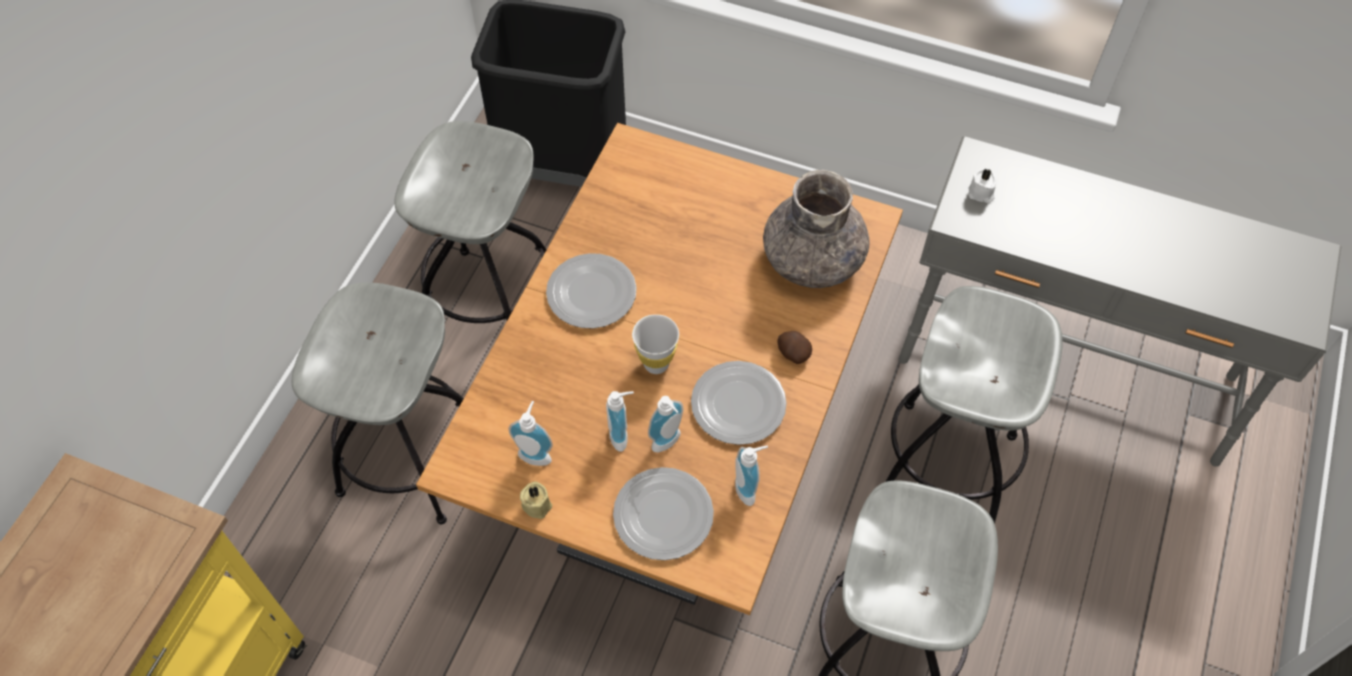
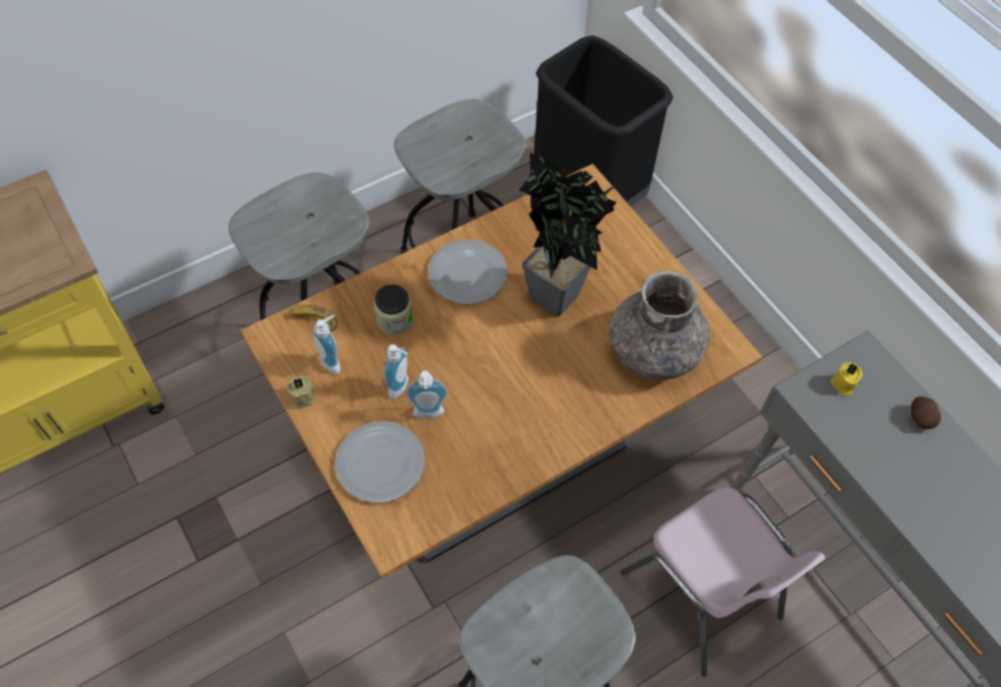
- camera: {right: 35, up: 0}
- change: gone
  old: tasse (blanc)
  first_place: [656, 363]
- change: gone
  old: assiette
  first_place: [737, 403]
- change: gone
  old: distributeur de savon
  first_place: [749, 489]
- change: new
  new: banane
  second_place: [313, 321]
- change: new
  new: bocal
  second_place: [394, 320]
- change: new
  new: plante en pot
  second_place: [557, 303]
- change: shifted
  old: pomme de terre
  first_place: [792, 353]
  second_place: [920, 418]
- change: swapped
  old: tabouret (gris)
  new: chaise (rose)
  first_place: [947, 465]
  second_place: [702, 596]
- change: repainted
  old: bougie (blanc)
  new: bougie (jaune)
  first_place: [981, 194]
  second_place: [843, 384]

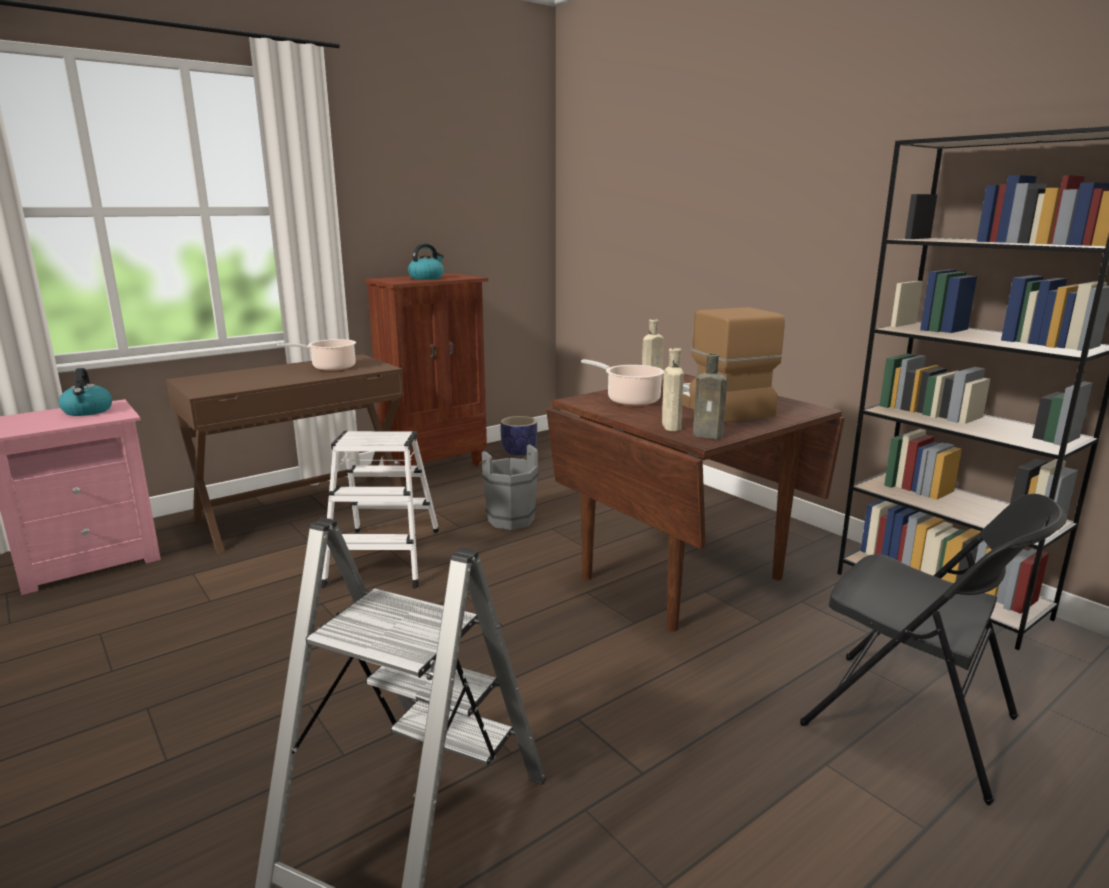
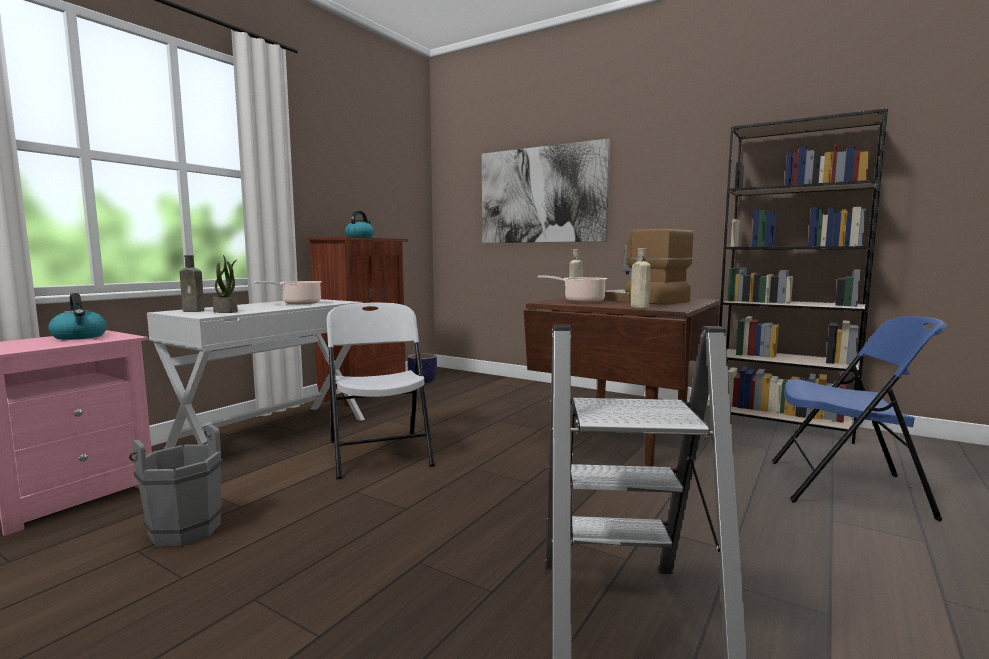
- camera: {right: -20, up: -10}
- change: new
  new: plante en pot
  second_place: [226, 311]
- change: new
  new: tableau
  second_place: [542, 195]
- change: shifted
  old: seau (gris)
  first_place: [509, 518]
  second_place: [183, 528]
- change: shifted
  old: bouteille (marron)
  first_place: [710, 435]
  second_place: [195, 311]
- change: swapped
  old: escabeau (blanc)
  new: chaise (blanc)
  first_place: [384, 556]
  second_place: [380, 453]
- change: repainted
  old: table console (marron)
  new: table console (blanc)
  first_place: [303, 511]
  second_place: [272, 434]
- change: repainted
  old: chaise (noir)
  new: chaise (bleu)
  first_place: [909, 721]
  second_place: [846, 488]

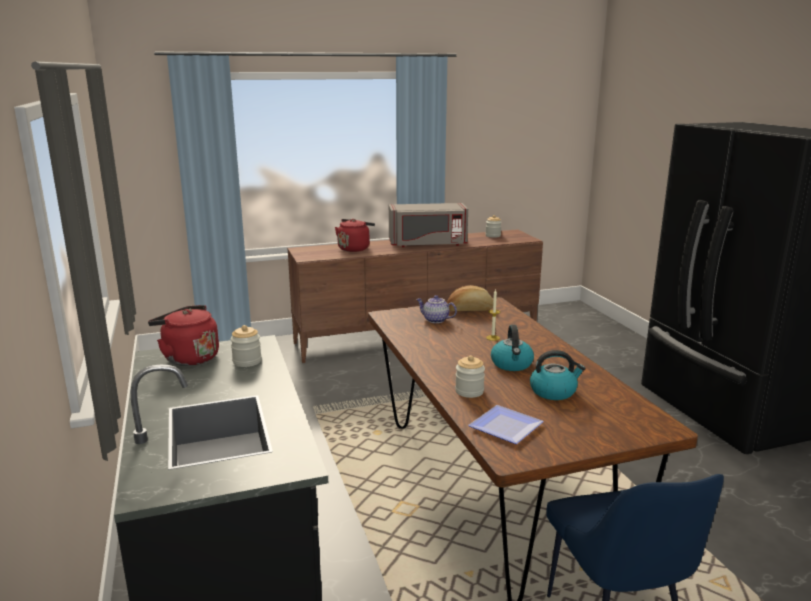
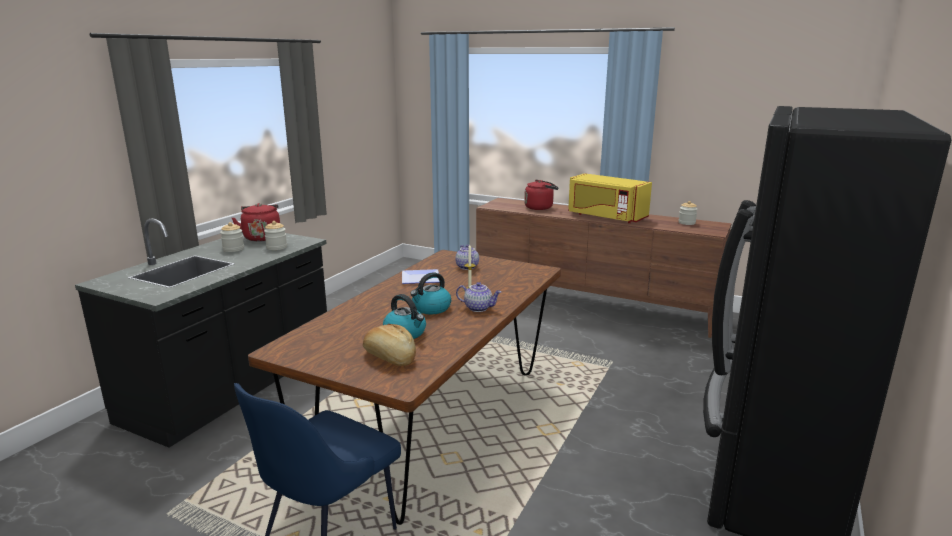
- camera: {right: 45, up: 0}
- change: new
  new: théière
  second_place: [478, 308]
- change: shifted
  old: pain
  first_place: [469, 310]
  second_place: [390, 357]
- change: shifted
  old: bocal
  first_place: [469, 391]
  second_place: [233, 249]
- change: shifted
  old: assiette
  first_place: [505, 425]
  second_place: [422, 278]
- change: repainted
  old: micro-ondes (gris)
  new: micro-ondes (jaune)
  first_place: [427, 244]
  second_place: [605, 216]

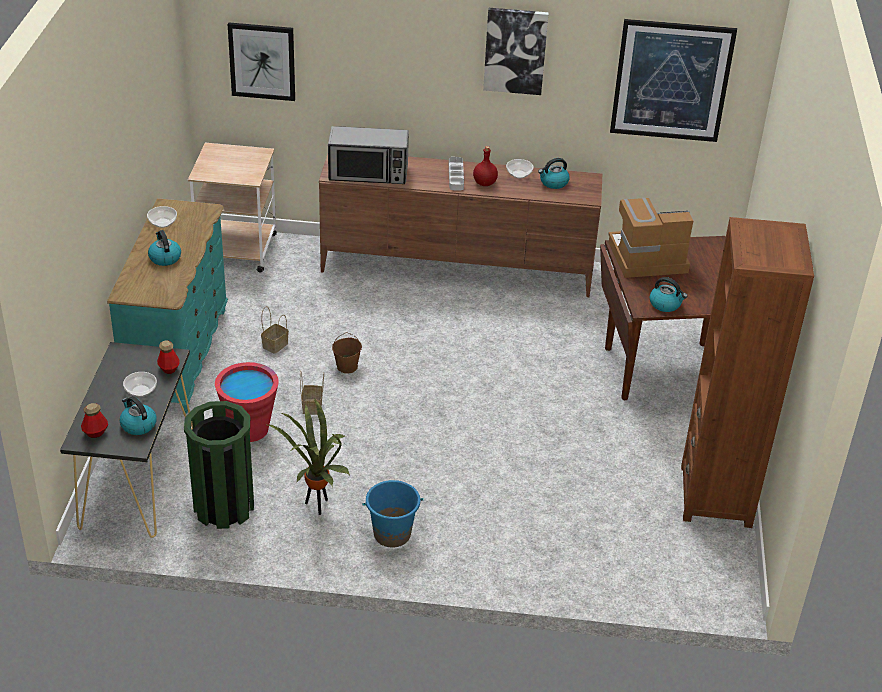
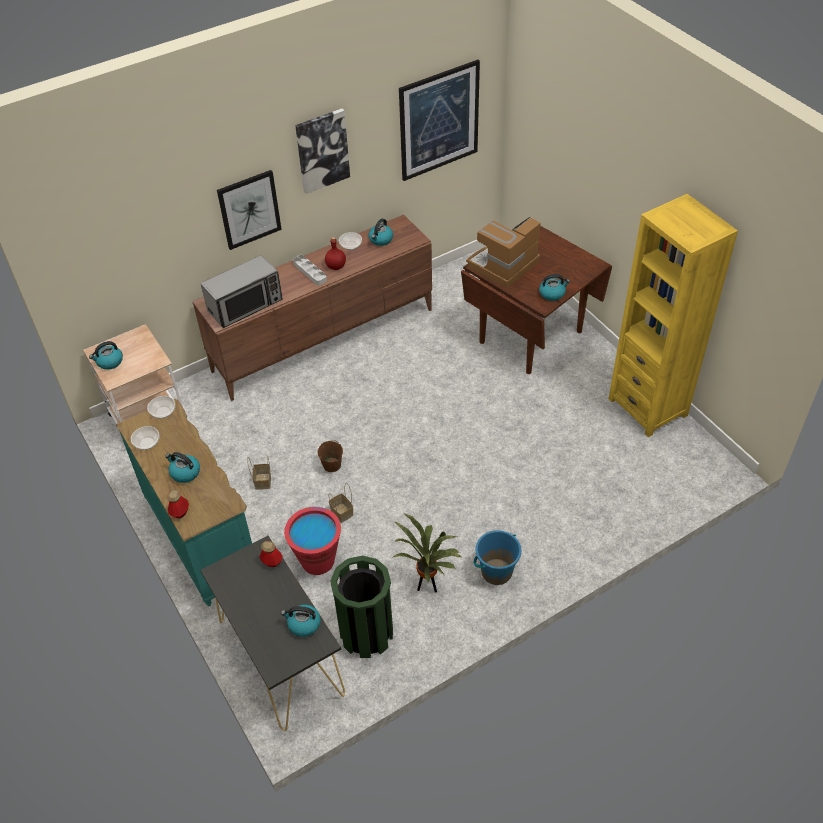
- camera: {right: -35, up: 10}
- change: new
  new: bouilloire
  second_place: [109, 362]
- change: shifted
  old: bouteille
  first_place: [95, 433]
  second_place: [180, 512]
- change: shifted
  old: bol
  first_place: [140, 391]
  second_place: [163, 412]
- change: shifted
  old: tableau
  first_place: [262, 61]
  second_place: [249, 209]
- change: repainted
  old: bibliothèque (marron)
  new: bibliothèque (jaune)
  first_place: [716, 496]
  second_place: [648, 407]

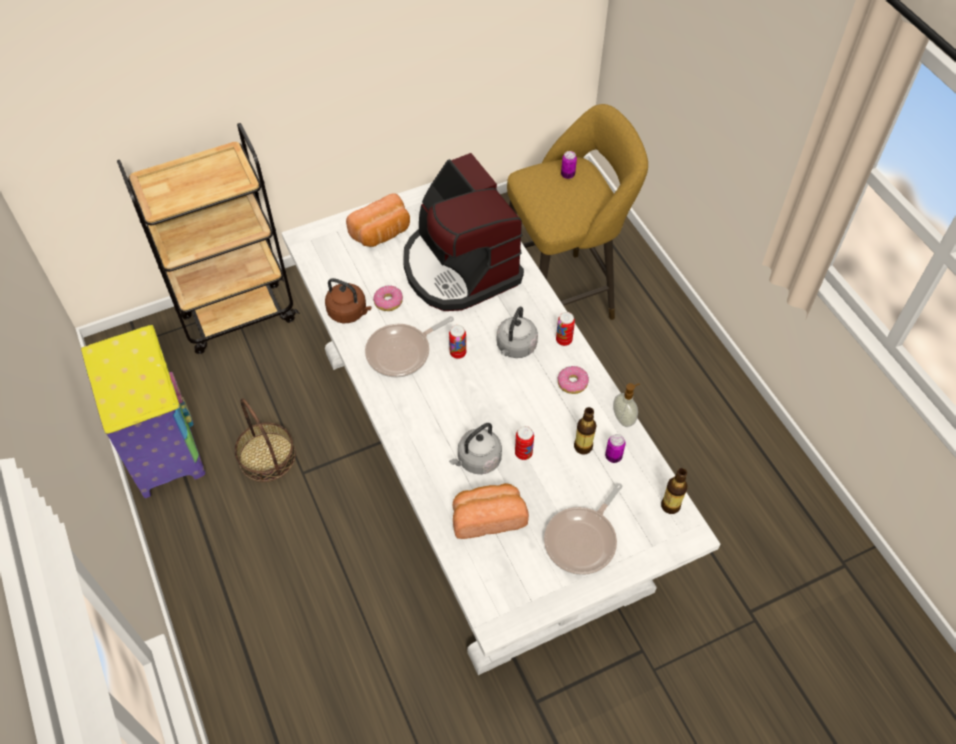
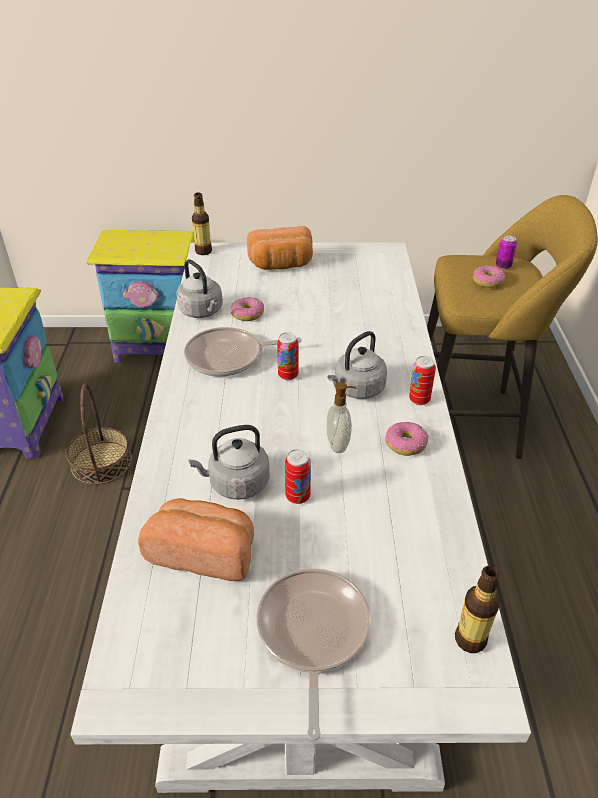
- camera: {right: 25, up: -15}
- change: gone
  old: machine à café
  first_place: [459, 268]
- change: gone
  old: boîte métallique
  first_place: [613, 456]
- change: new
  new: beignet
  second_place: [487, 281]
- change: shifted
  old: bouteille
  first_place: [583, 446]
  second_place: [203, 251]
- change: shifted
  old: distributeur de savon
  first_place: [624, 418]
  second_place: [339, 444]
- change: swapped
  old: chariot (marron)
  new: table de chevet
  first_place: [239, 316]
  second_place: [160, 349]
- change: repainted
  old: bouilloire (marron)
  new: bouilloire (gris)
  first_place: [349, 312]
  second_place: [202, 312]
- change: rotated
  old: poêle
  first_place: [583, 540]
  second_place: [312, 633]
  degrees: 120

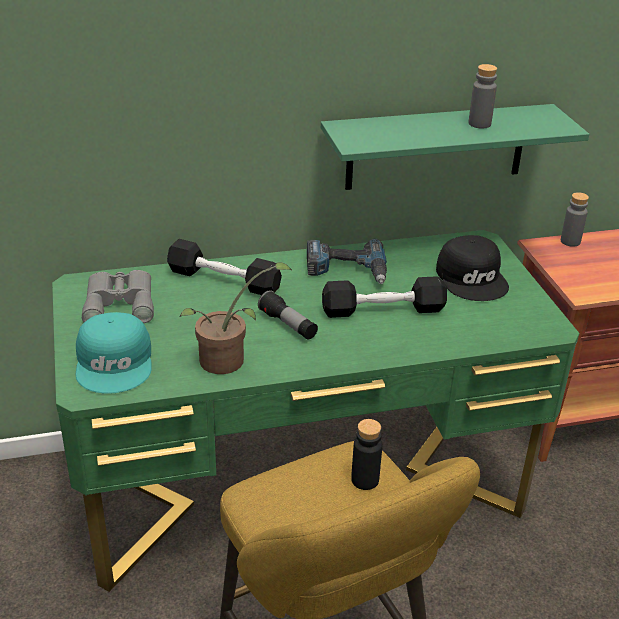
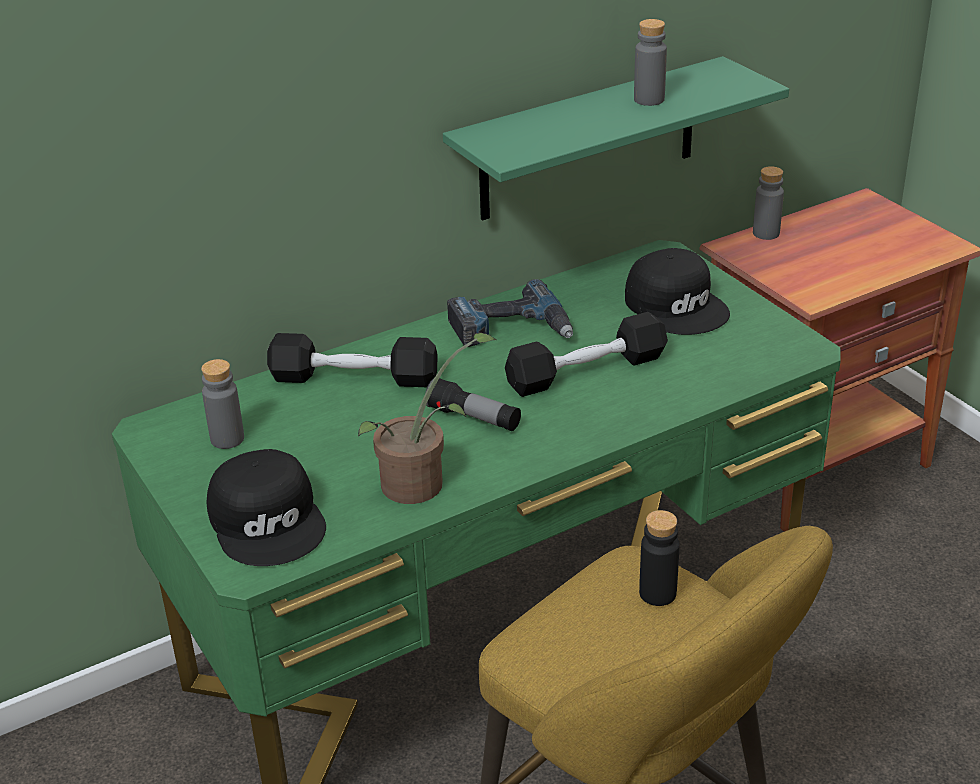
- camera: {right: -15, up: 0}
- change: swapped
  old: jumelles (gris)
  new: bouteille (gris)
  first_place: [120, 302]
  second_place: [227, 439]
- change: repainted
  old: casquette (turquoise)
  new: casquette (noir)
  first_place: [115, 362]
  second_place: [269, 520]

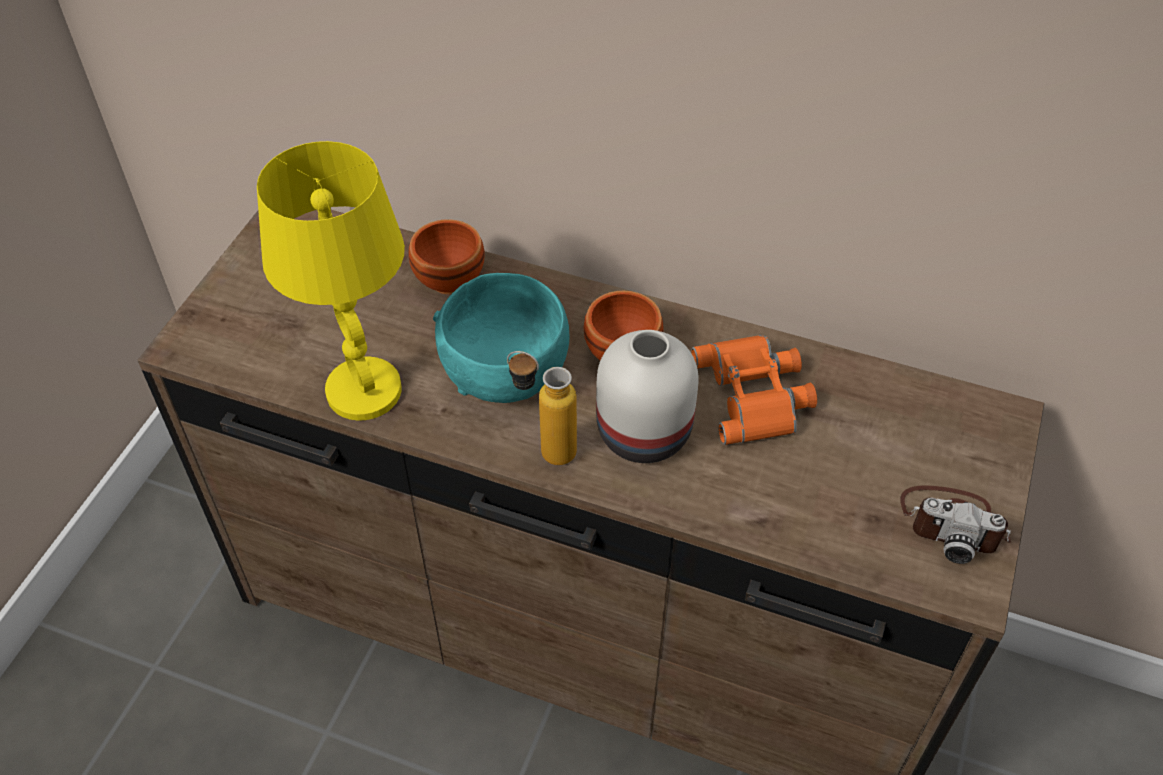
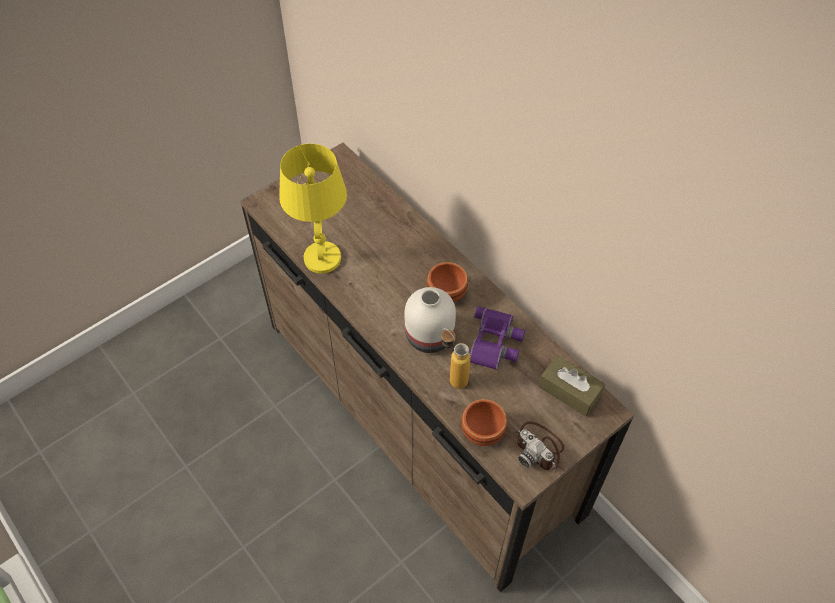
- camera: {right: 30, up: 5}
- change: gone
  old: bol (turquoise)
  first_place: [505, 370]
- change: new
  new: boîte à mouchoirs (marron)
  second_place: [569, 391]
- change: shifted
  old: bol (marron)
  first_place: [451, 282]
  second_place: [483, 433]
- change: shifted
  old: bouteille
  first_place: [544, 449]
  second_place: [453, 376]
- change: repainted
  old: jumelles (orange)
  new: jumelles (violet)
  first_place: [756, 394]
  second_place: [494, 343]

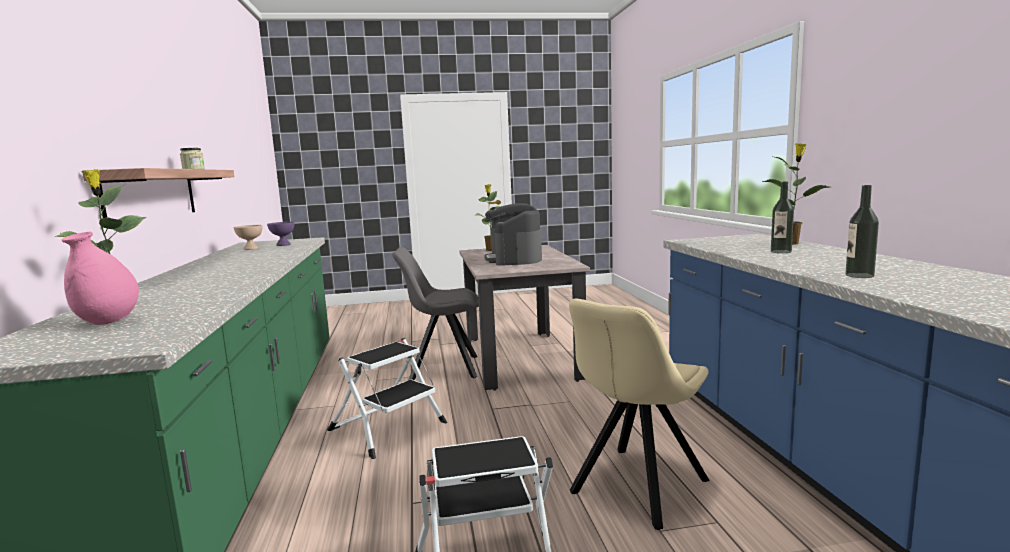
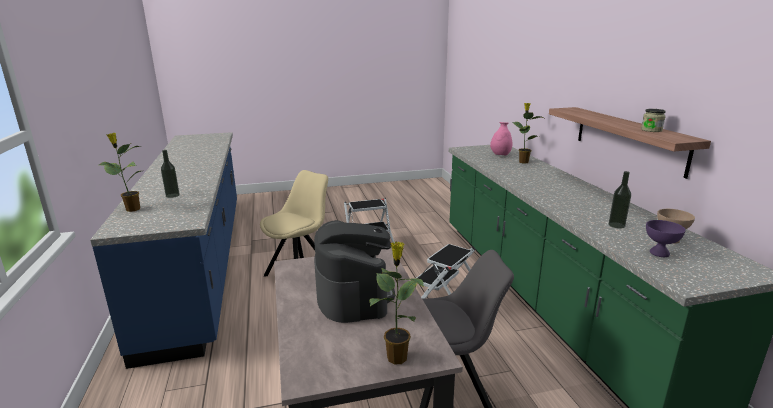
- camera: {right: 175, up: 10}
- change: shifted
  old: bouteille
  first_place: [859, 275]
  second_place: [616, 225]

